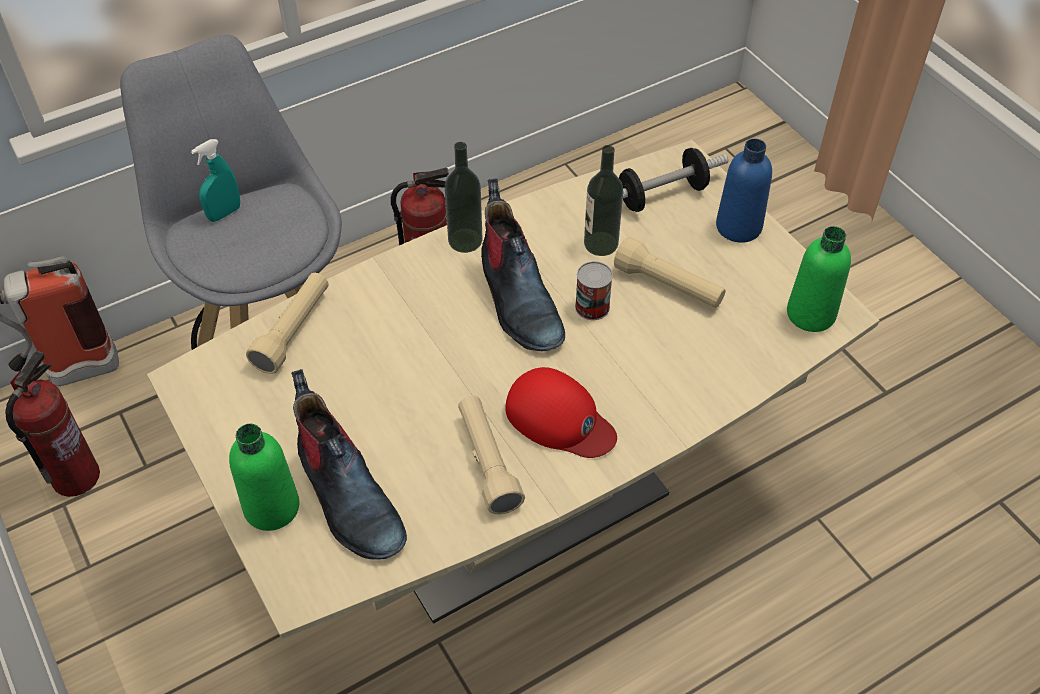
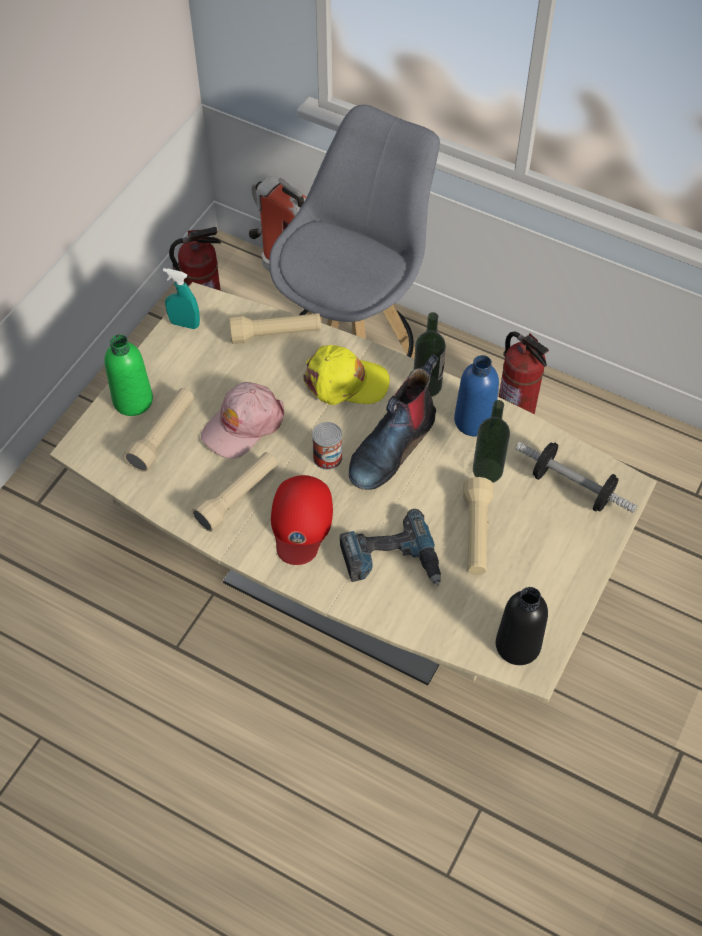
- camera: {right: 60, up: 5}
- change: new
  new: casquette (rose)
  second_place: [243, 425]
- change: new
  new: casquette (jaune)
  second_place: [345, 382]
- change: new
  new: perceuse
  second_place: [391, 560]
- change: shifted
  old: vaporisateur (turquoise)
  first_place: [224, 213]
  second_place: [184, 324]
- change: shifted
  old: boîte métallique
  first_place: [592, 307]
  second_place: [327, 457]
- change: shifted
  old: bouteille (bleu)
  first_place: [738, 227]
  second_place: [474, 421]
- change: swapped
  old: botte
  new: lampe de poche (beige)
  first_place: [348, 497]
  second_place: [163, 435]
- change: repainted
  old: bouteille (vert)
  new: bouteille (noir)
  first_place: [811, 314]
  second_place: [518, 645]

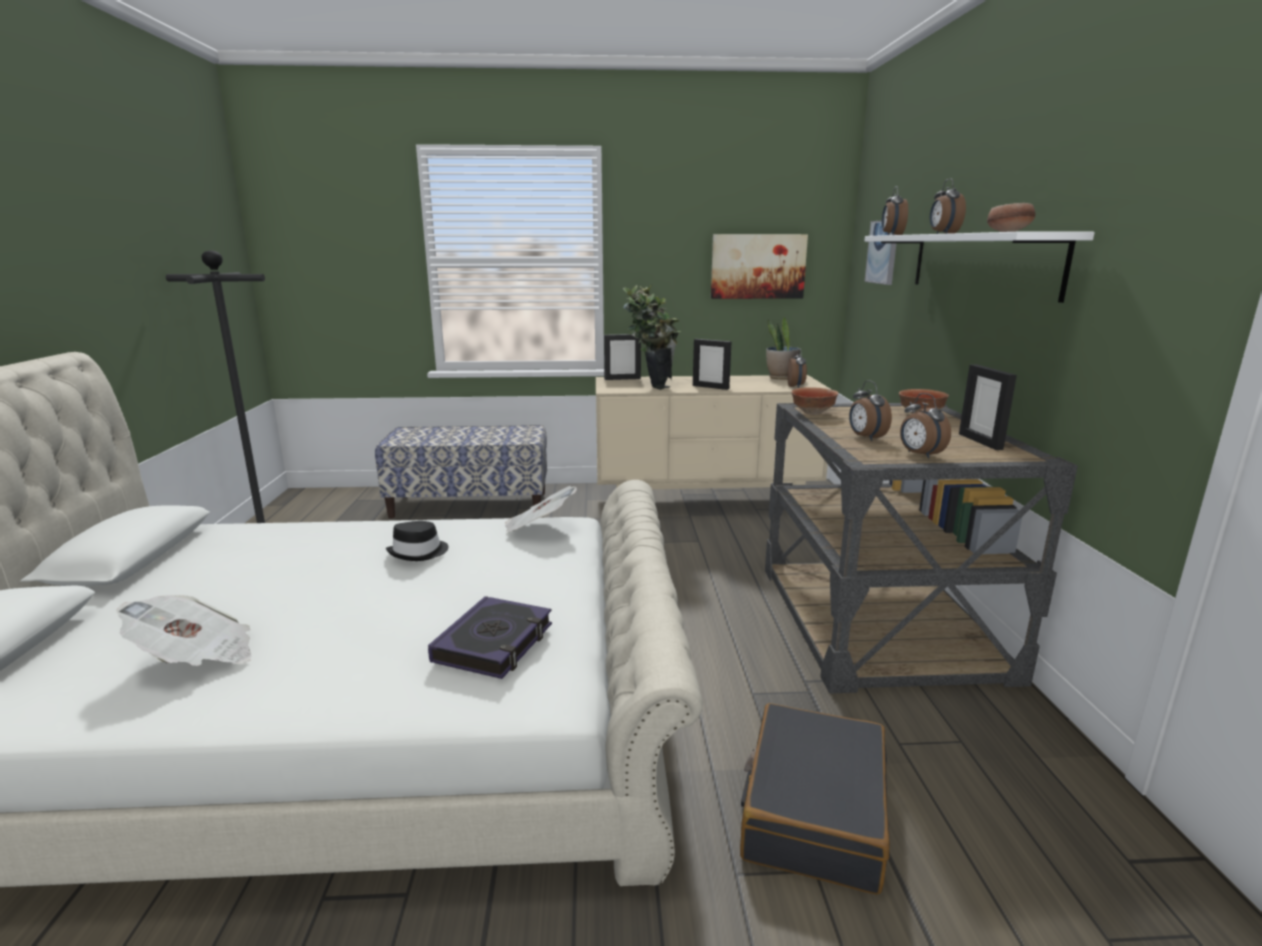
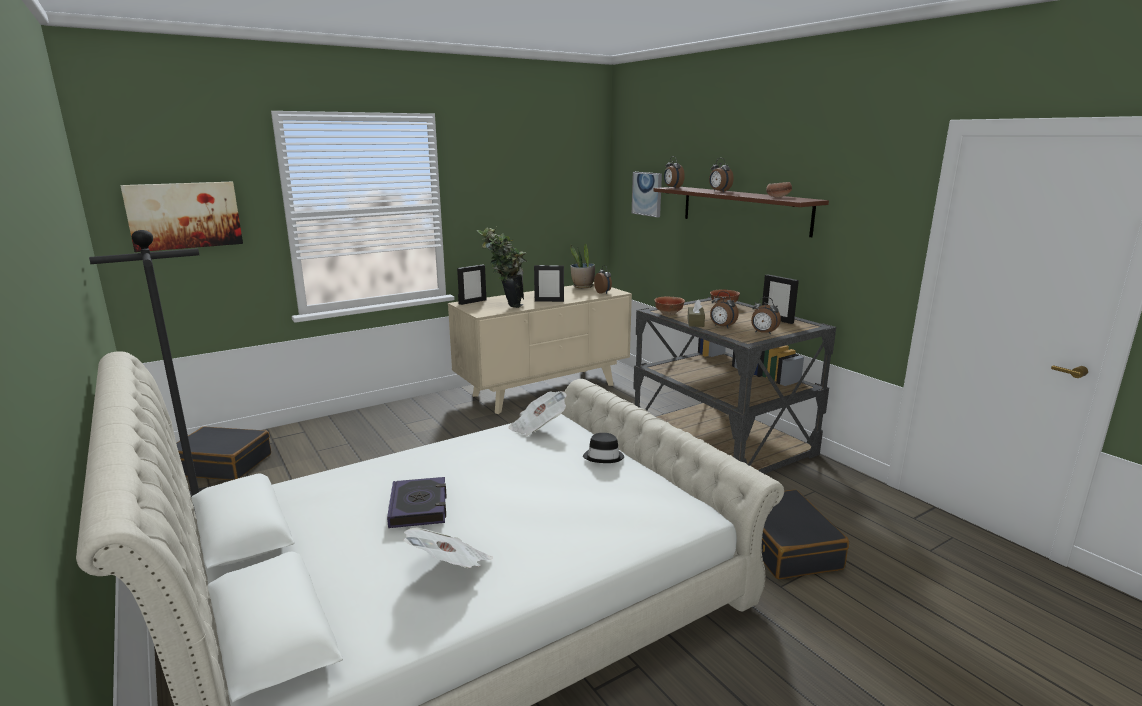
- camera: {right: -30, up: 0}
- change: gone
  old: banc
  first_place: [470, 504]
- change: new
  new: valise (noir)
  second_place: [222, 464]
- change: new
  new: boîte à mouchoirs (marron)
  second_place: [695, 322]
- change: shifted
  old: chapeau (noir)
  first_place: [419, 552]
  second_place: [603, 456]
- change: shifted
  old: livre
  first_place: [494, 643]
  second_place: [419, 507]
- change: shifted
  old: tableau
  first_place: [757, 266]
  second_place: [184, 215]
- change: repainted
  old: étagère (blanc)
  new: étagère (marron)
  first_place: [980, 263]
  second_place: [744, 209]

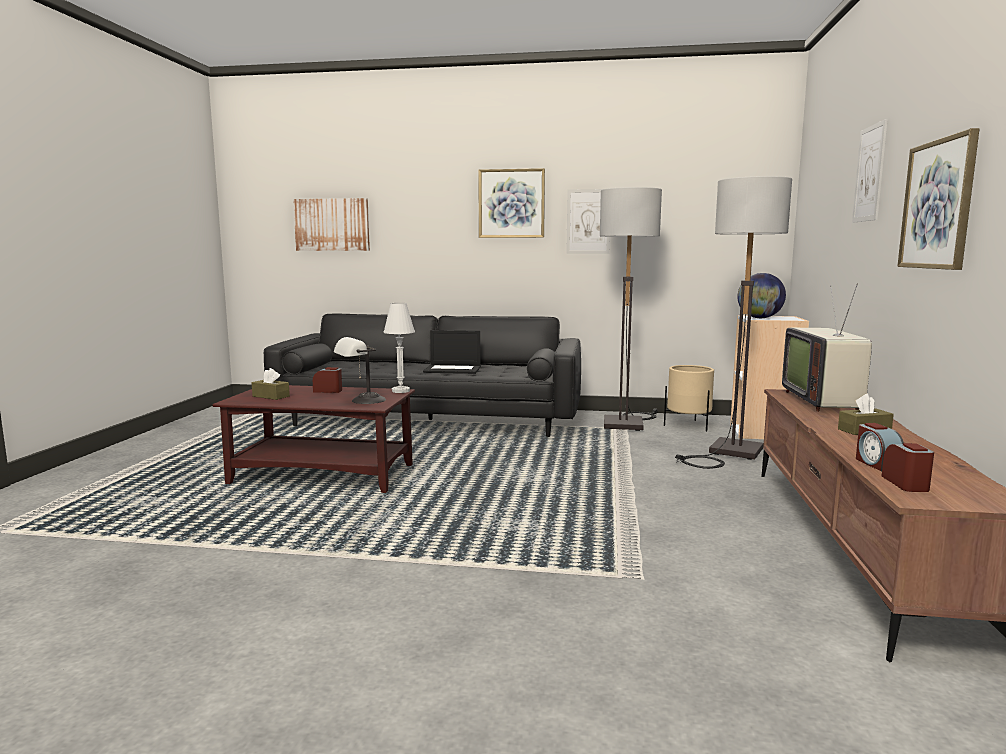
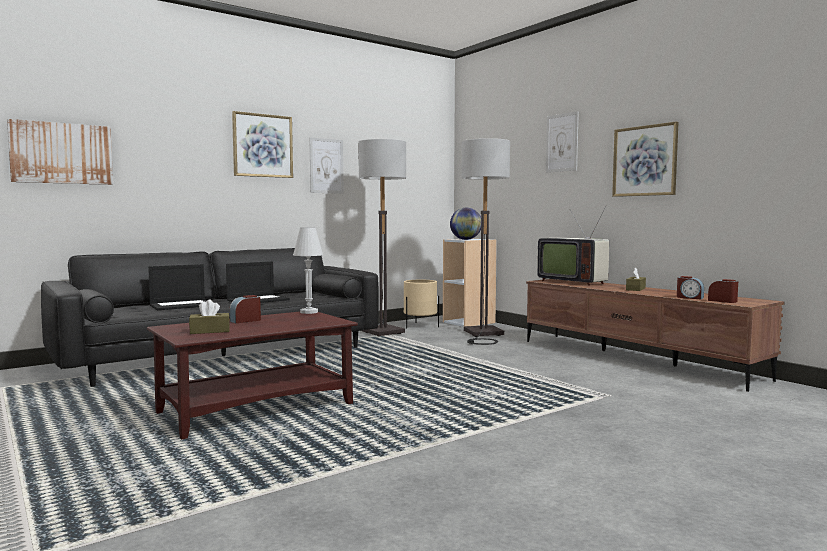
- camera: {right: -45, up: -5}
- change: gone
  old: lampe de table
  first_place: [362, 401]
- change: new
  new: ordinateur portable
  second_place: [182, 305]

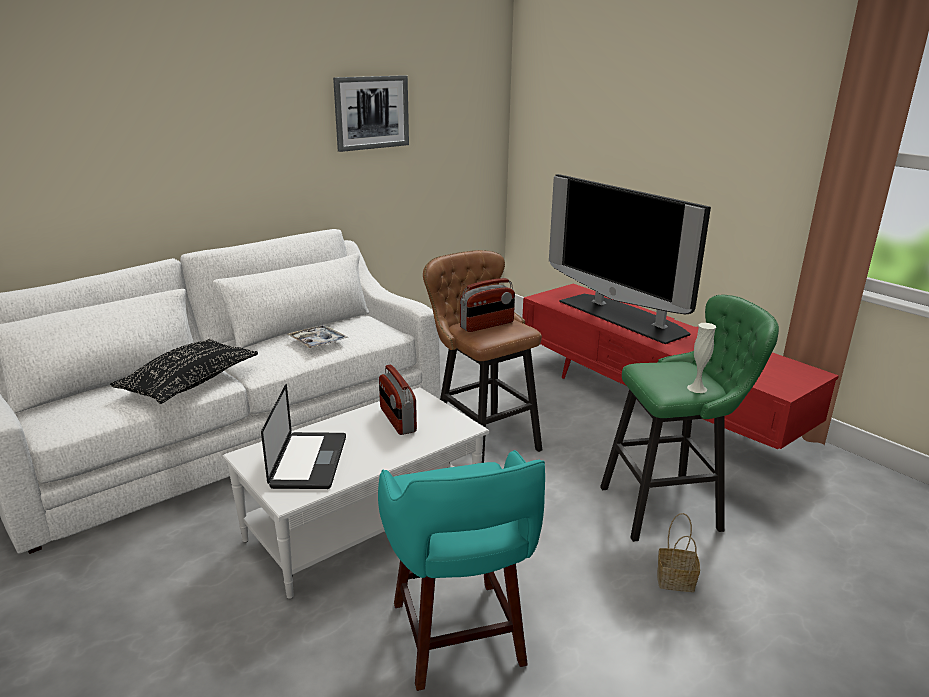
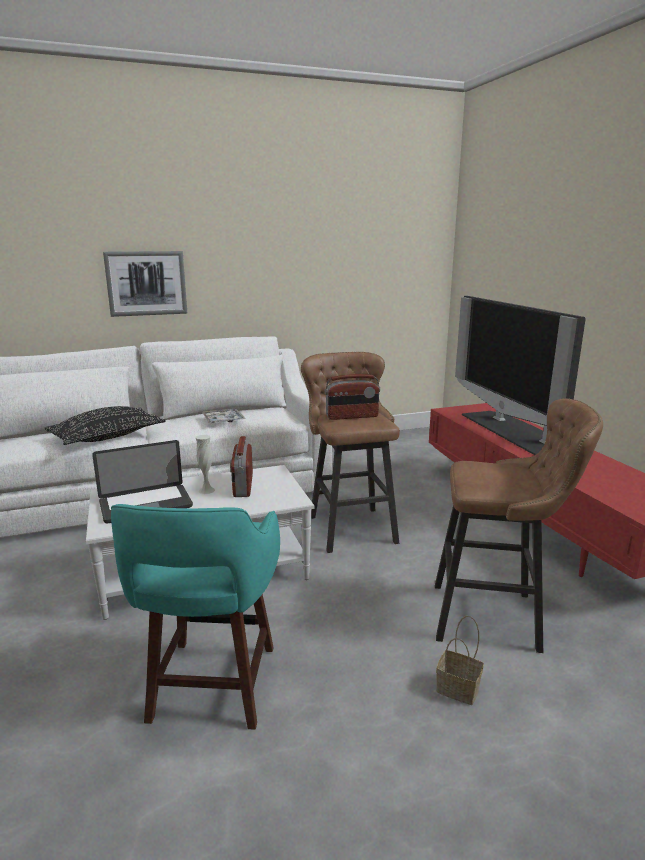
- camera: {right: 20, up: -5}
- change: shifted
  old: tableau
  first_place: [372, 112]
  second_place: [146, 283]
- change: shifted
  old: vase (blanc)
  first_place: [697, 388]
  second_place: [206, 490]
- change: repainted
  old: tabouret (vert)
  new: tabouret (marron)
  first_place: [673, 507]
  second_place: [500, 618]
- change: rotated
  old: ordinateur portable
  first_place: [309, 461]
  second_place: [146, 505]
  degrees: 45

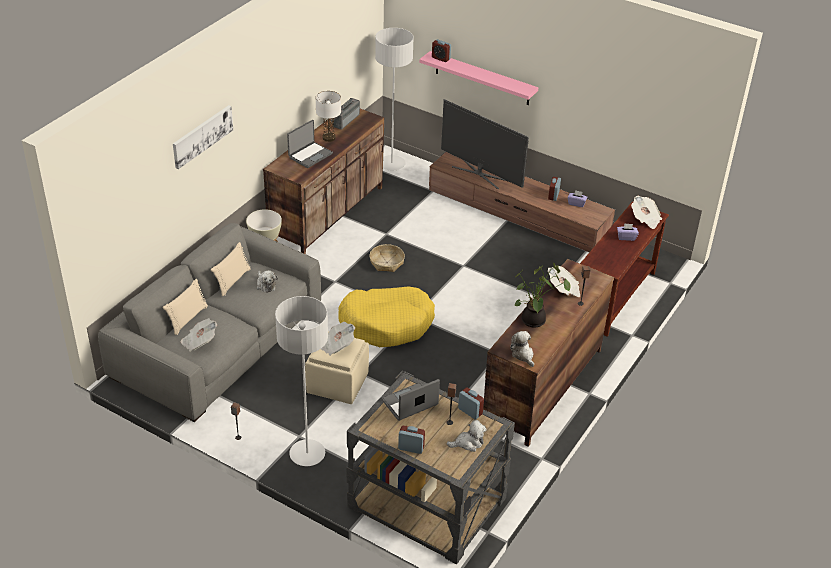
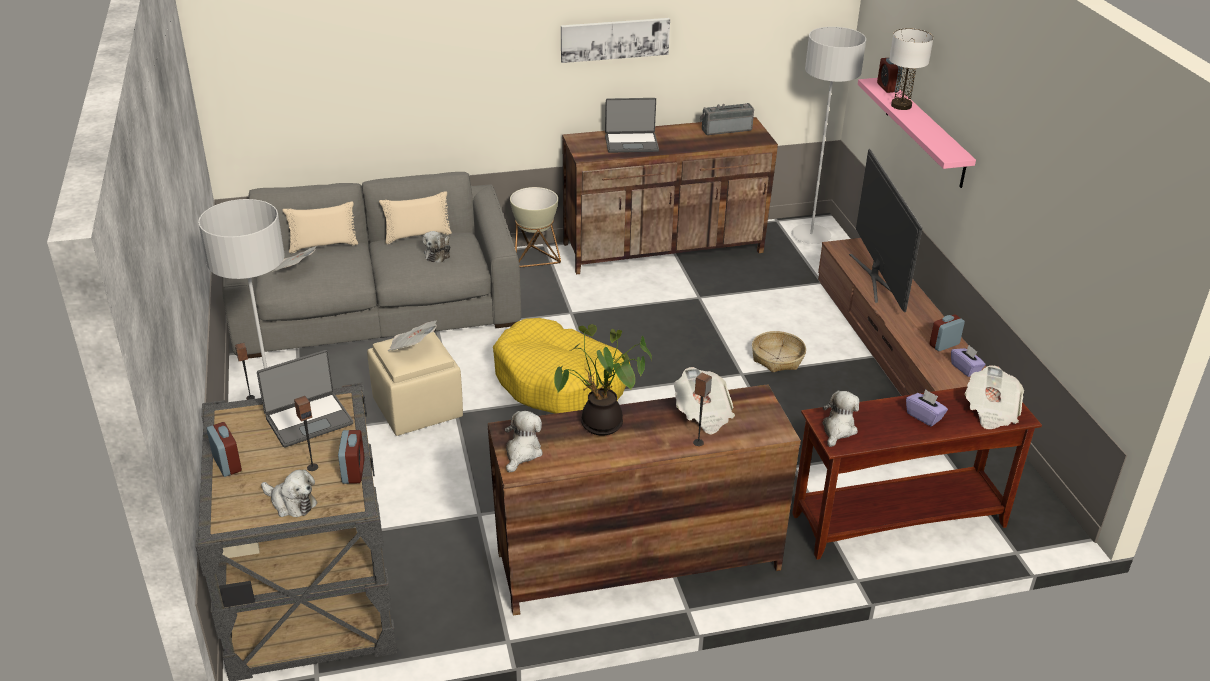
- camera: {right: 45, up: -5}
- change: new
  new: peluche
  second_place: [838, 429]
- change: shifted
  old: tableau
  first_place: [202, 136]
  second_place: [614, 39]
- change: shifted
  old: lampe de table
  first_place: [329, 138]
  second_place: [901, 105]
- change: shifted
  old: panier
  first_place: [386, 262]
  second_place: [777, 358]
- change: rotated
  old: ordinateur portable
  first_place: [410, 403]
  second_place: [308, 420]
  degrees: 135

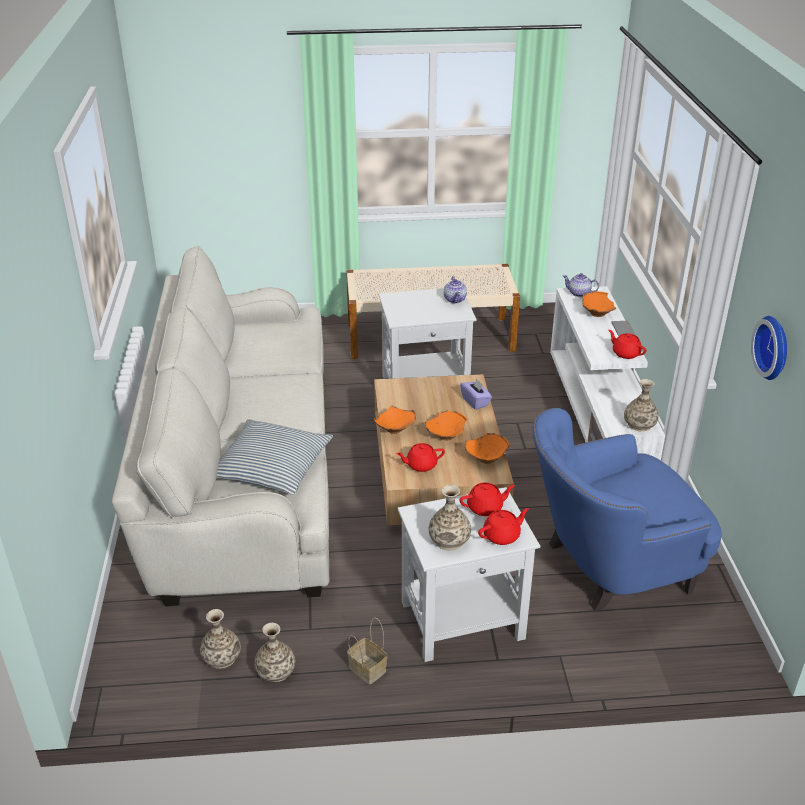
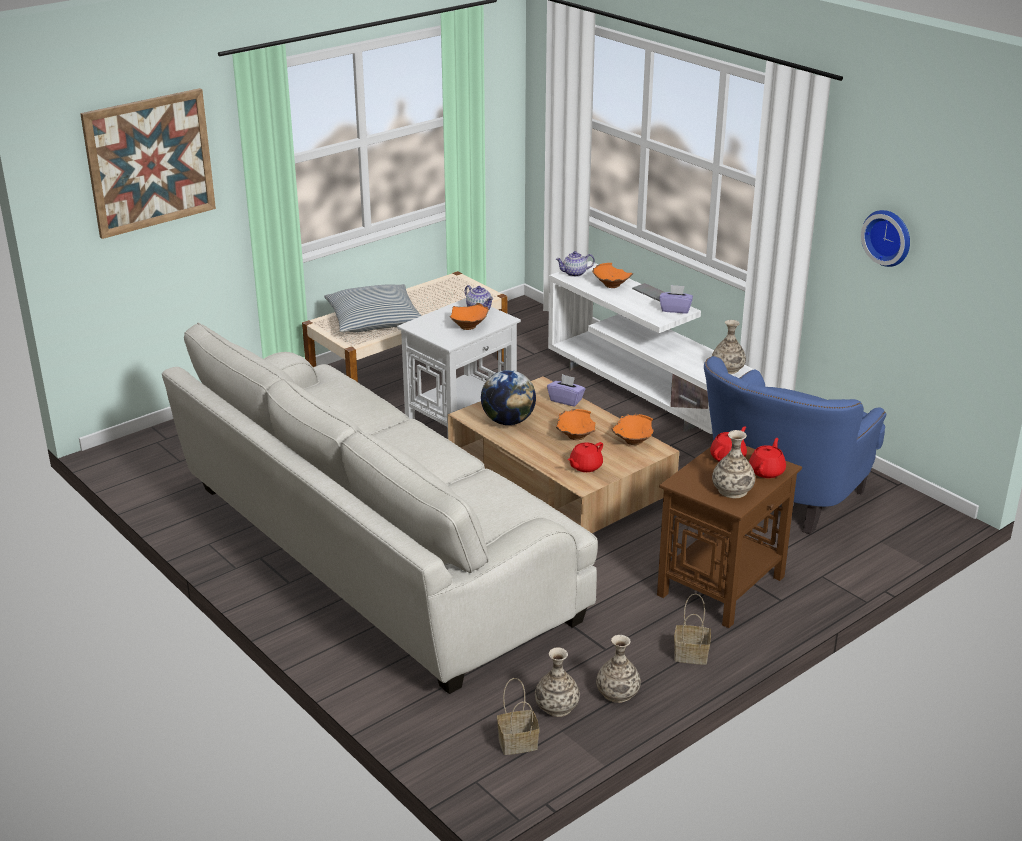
- camera: {right: -35, up: -5}
- change: new
  new: tableau
  second_place: [150, 162]
- change: new
  new: globe
  second_place: [508, 421]
- change: new
  new: panier
  second_place: [516, 744]
- change: shifted
  old: coussin
  first_place: [271, 467]
  second_place: [374, 319]
- change: shifted
  old: bol (orange)
  first_place: [395, 430]
  second_place: [469, 326]
- change: swapped
  old: théière (rouge)
  new: boîte à mouchoirs (violet)
  first_place: [625, 353]
  second_place: [675, 309]
- change: repainted
  old: table d'appoint (blanc)
  new: table d'appoint (marron)
  first_place: [464, 620]
  second_place: [722, 585]

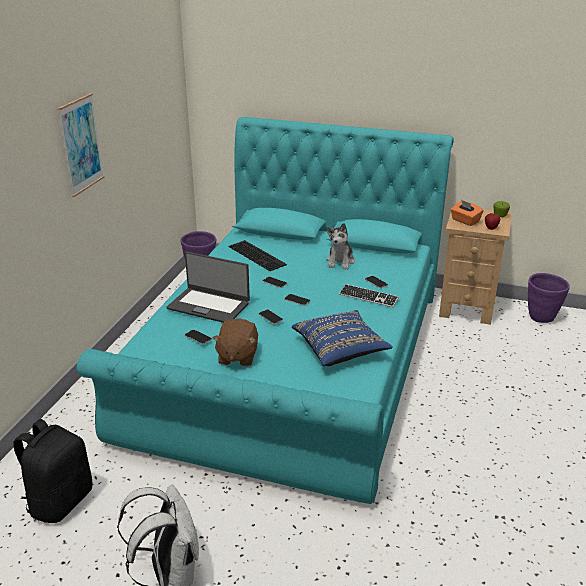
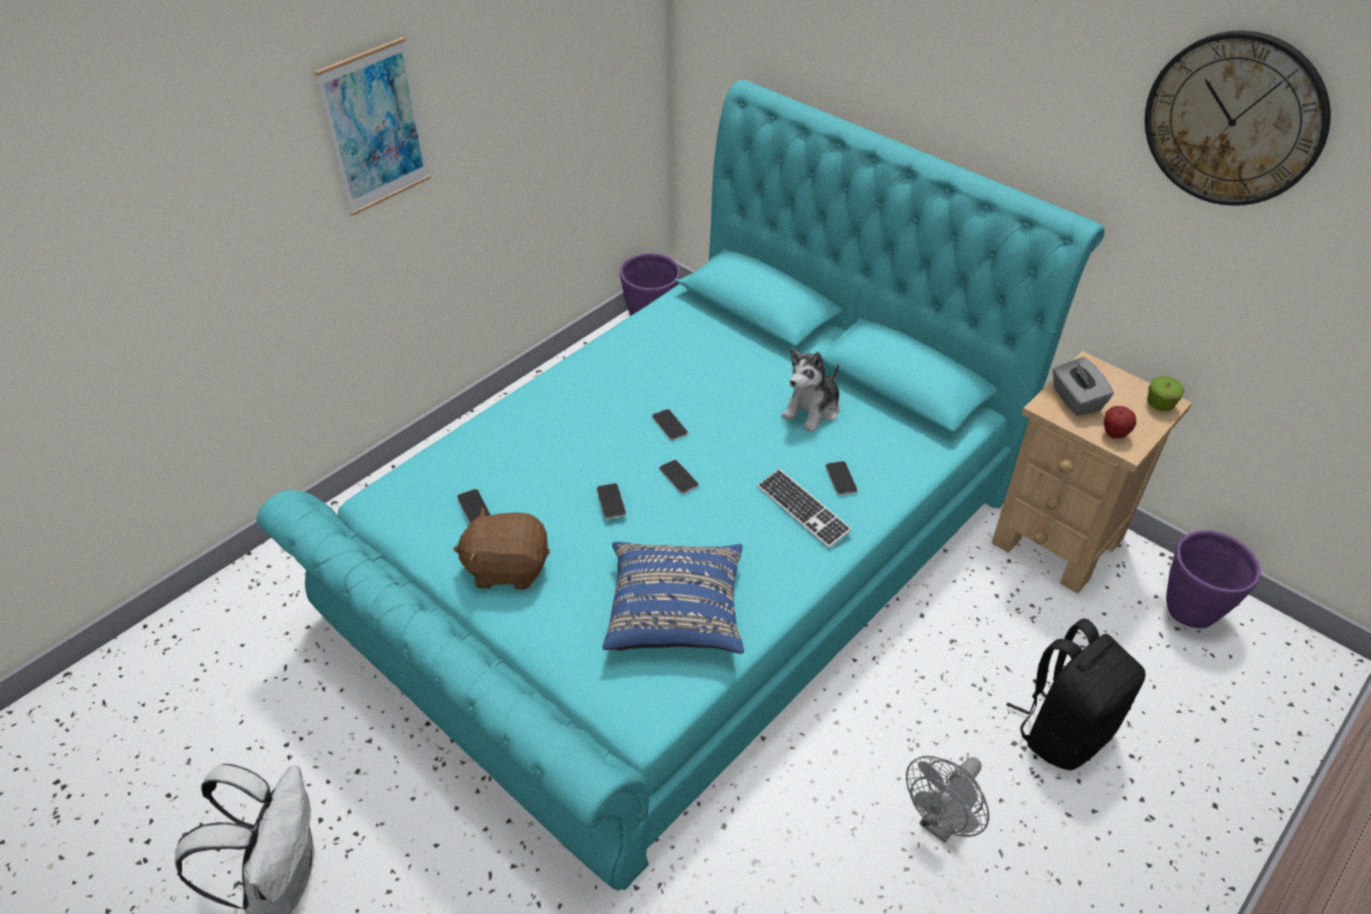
- camera: {right: 25, up: 15}
- change: gone
  old: ordinateur portable
  first_place: [209, 305]
- change: gone
  old: clavier
  first_place: [258, 255]
- change: new
  new: ventilateur (gris)
  second_place: [941, 823]
- change: new
  new: horloge murale
  second_place: [1234, 119]
- change: shifted
  old: sac à dos (noir)
  first_place: [60, 501]
  second_place: [1063, 730]
- change: repainted
  old: boîte à mouchoirs (orange)
  new: boîte à mouchoirs (gris)
  first_place: [465, 221]
  second_place: [1075, 400]
- change: rotated
  old: peluche (marron)
  first_place: [237, 356]
  second_place: [507, 567]
  degrees: 60

